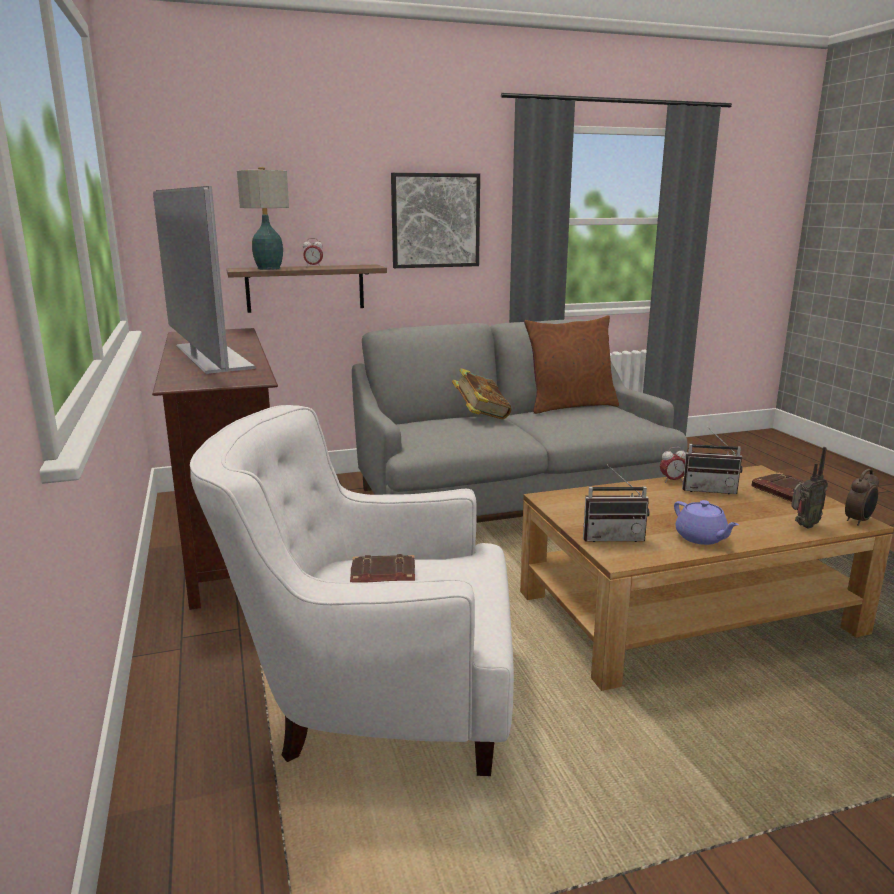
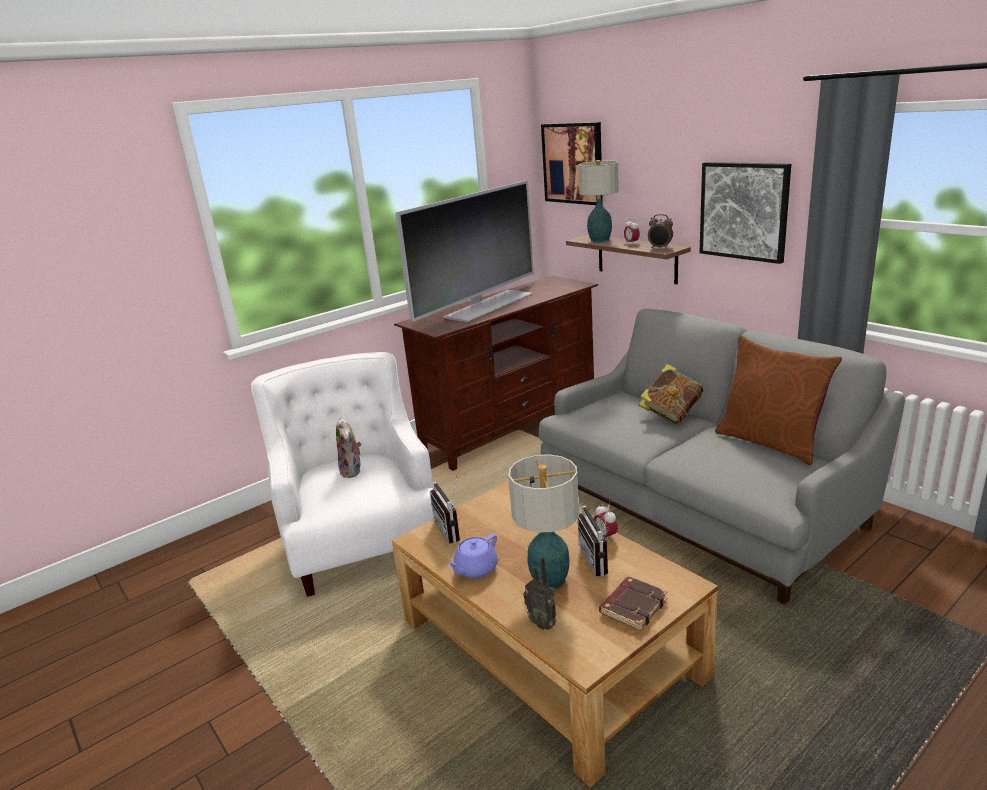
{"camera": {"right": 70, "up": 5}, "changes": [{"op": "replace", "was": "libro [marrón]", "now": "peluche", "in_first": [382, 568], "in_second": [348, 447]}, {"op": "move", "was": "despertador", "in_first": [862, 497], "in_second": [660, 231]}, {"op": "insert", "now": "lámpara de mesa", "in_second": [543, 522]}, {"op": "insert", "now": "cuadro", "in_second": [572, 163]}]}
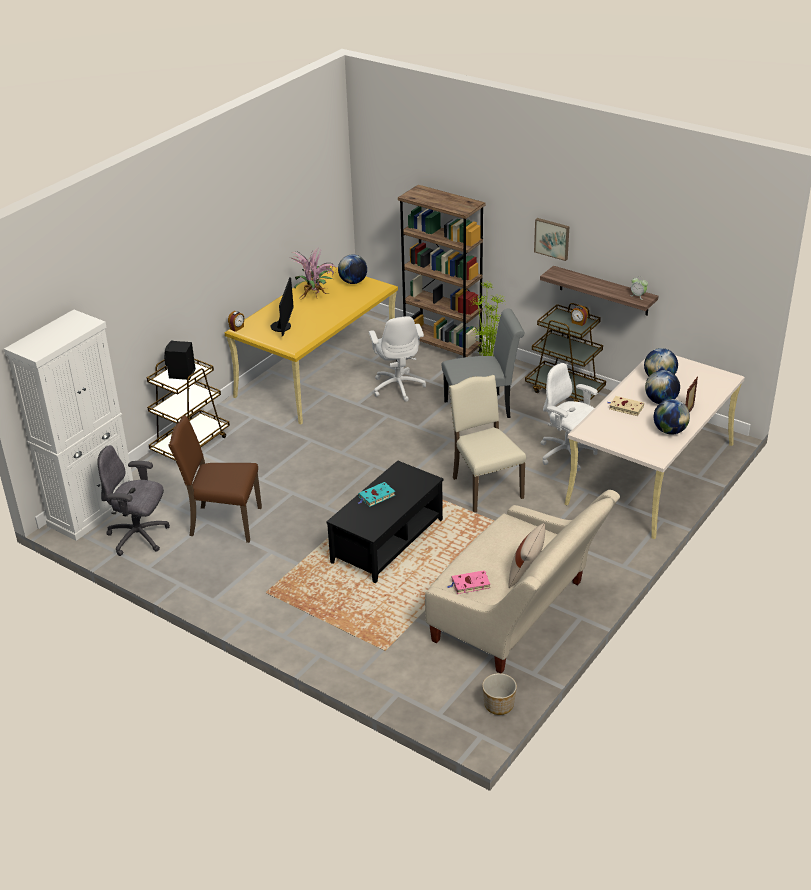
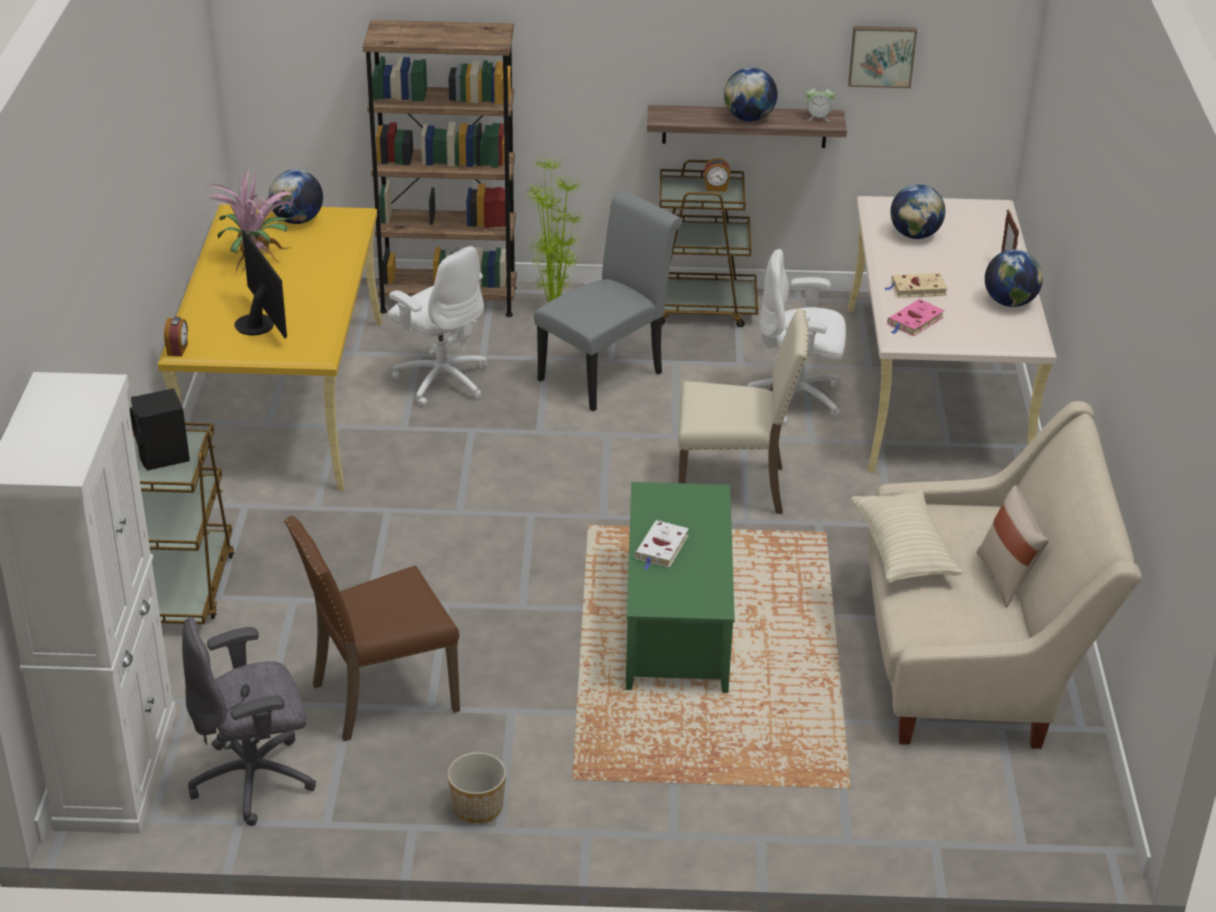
{"camera": {"right": -35, "up": 0}, "changes": [{"op": "recolor", "was": "mesa de centro [negro]", "now": "mesa de centro [verde]", "in_first": [384, 521], "in_second": [680, 587]}, {"op": "recolor", "was": "libro [turquesa]", "now": "libro [blanco]", "in_first": [376, 494], "in_second": [662, 545]}, {"op": "move", "was": "libro [rosa]", "in_first": [468, 582], "in_second": [916, 317]}, {"op": "rotate", "was": "silla [beis]", "in_first": [487, 443], "in_second": [743, 411], "clockwise": 150}, {"op": "move", "was": "maceta", "in_first": [499, 694], "in_second": [476, 787]}, {"op": "move", "was": "cuadro", "in_first": [551, 239], "in_second": [882, 57]}, {"op": "move", "was": "globo terráqueo", "in_first": [662, 387], "in_second": [750, 94]}, {"op": "insert", "now": "cojín [beis]", "in_second": [906, 537]}]}
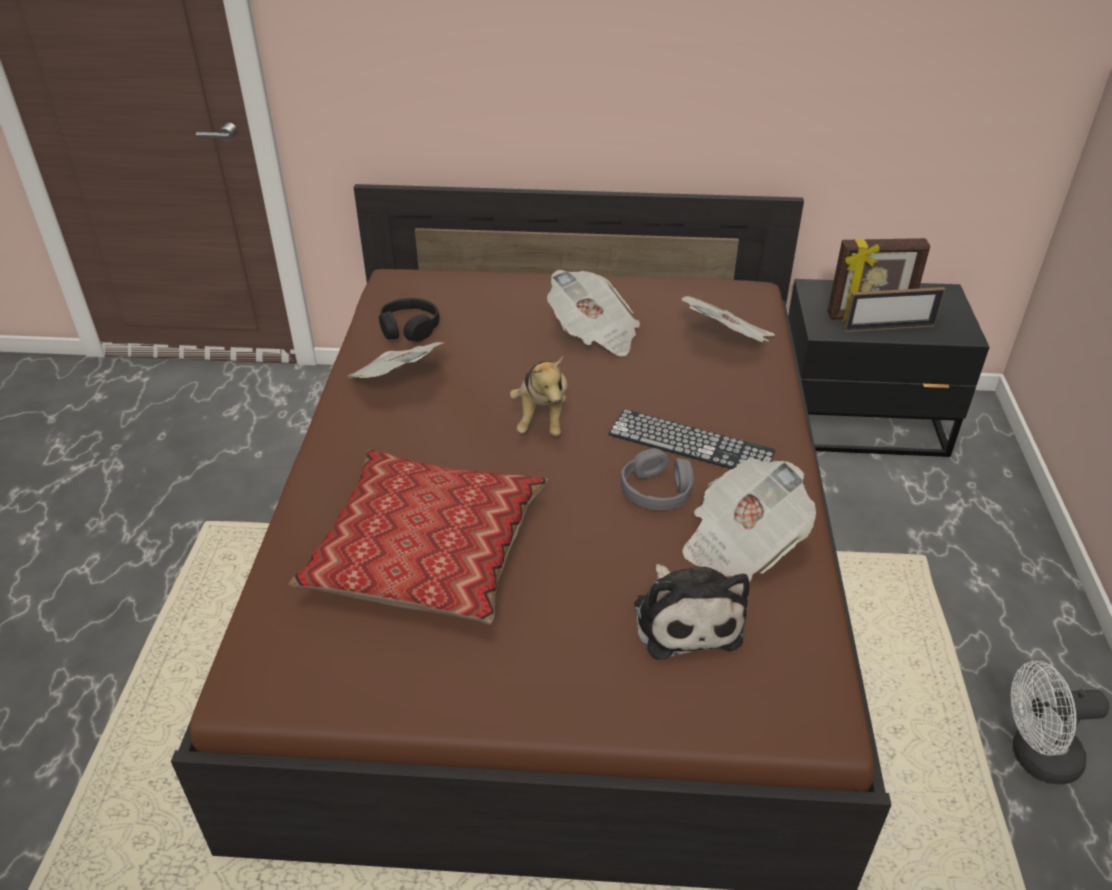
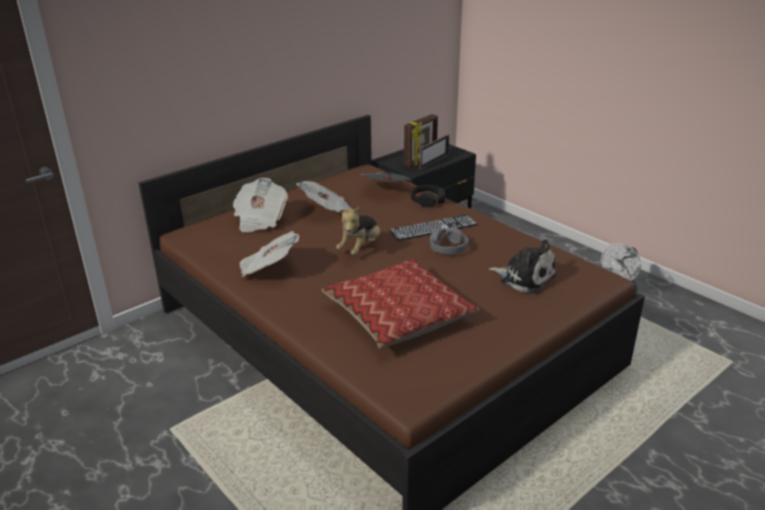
{"camera": {"right": -45, "up": -10}, "changes": [{"op": "move", "was": "auriculares [negro]", "in_first": [409, 320], "in_second": [428, 196]}, {"op": "rotate", "was": "peluche", "in_first": [538, 396], "in_second": [358, 231], "clockwise": 75}, {"op": "move", "was": "periódico", "in_first": [749, 520], "in_second": [260, 205]}]}
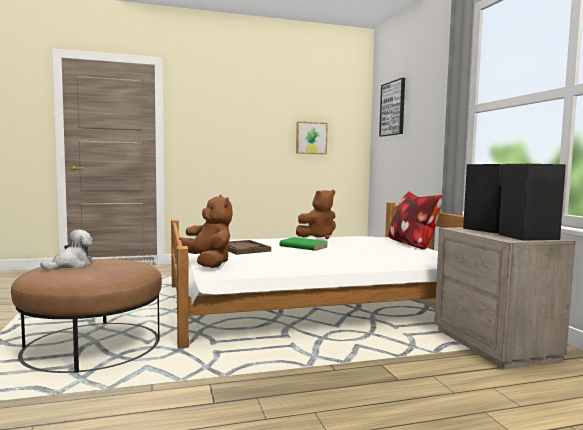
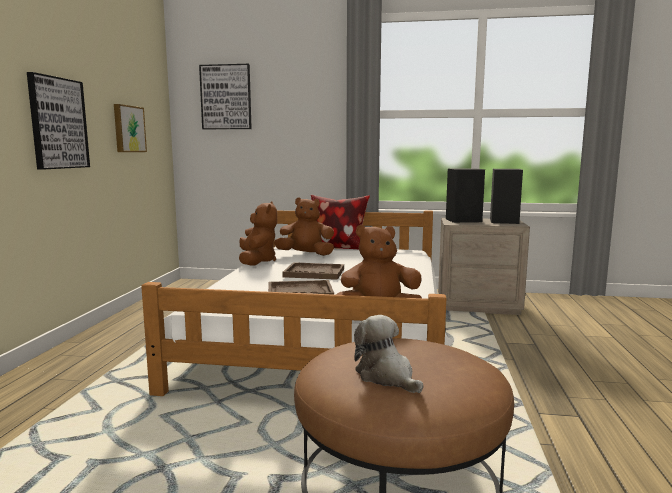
{"camera": {"right": -65, "up": 5}, "changes": [{"op": "replace", "was": "libro [verde]", "now": "bandeja [marrón]", "in_first": [303, 244], "in_second": [313, 271]}, {"op": "insert", "now": "cuadro", "in_second": [58, 121]}, {"op": "insert", "now": "peluche [marrón]", "in_second": [304, 226]}]}
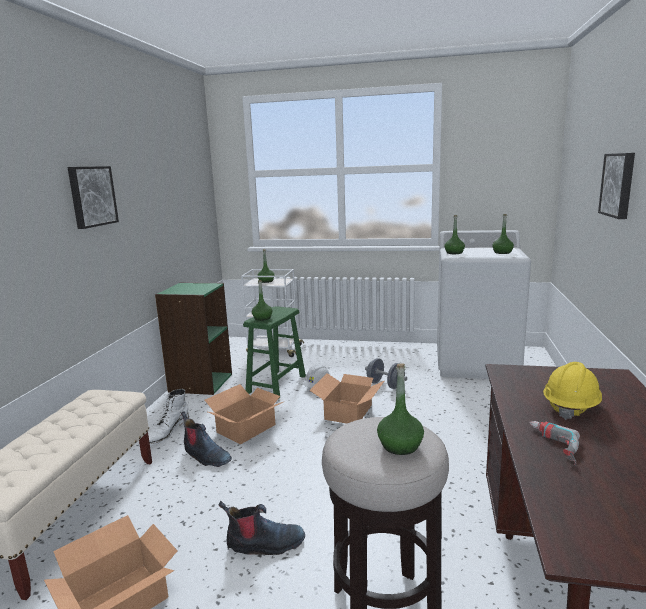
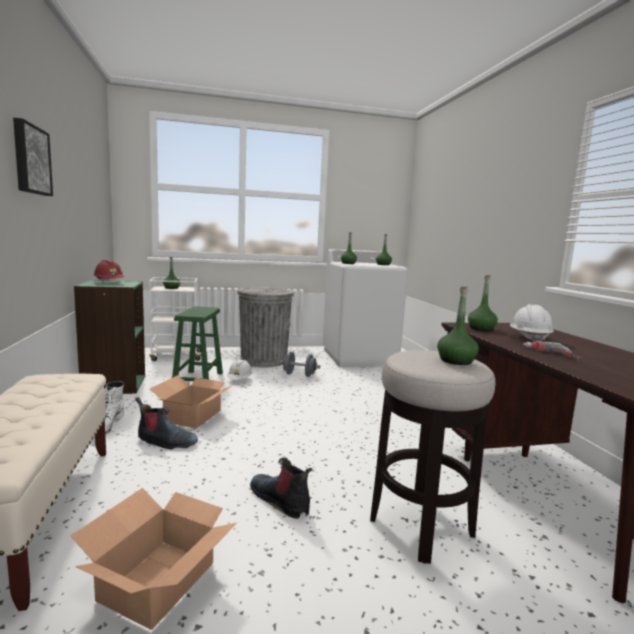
{"camera": {"right": -25, "up": -5}, "changes": [{"op": "rotate", "was": "bota", "in_first": [262, 528], "in_second": [281, 488], "clockwise": -105}, {"op": "move", "was": "botella [verde]", "in_first": [262, 300], "in_second": [483, 303]}, {"op": "delete", "was": "caja de cartón", "in_first": [346, 398]}, {"op": "recolor", "was": "casco [amarillo]", "now": "casco [blanco]", "in_first": [572, 391], "in_second": [532, 323]}, {"op": "delete", "was": "cuadro", "in_first": [616, 186]}, {"op": "insert", "now": "casco [rojo]", "in_second": [109, 270]}, {"op": "insert", "now": "papelera [gris]", "in_second": [265, 327]}]}
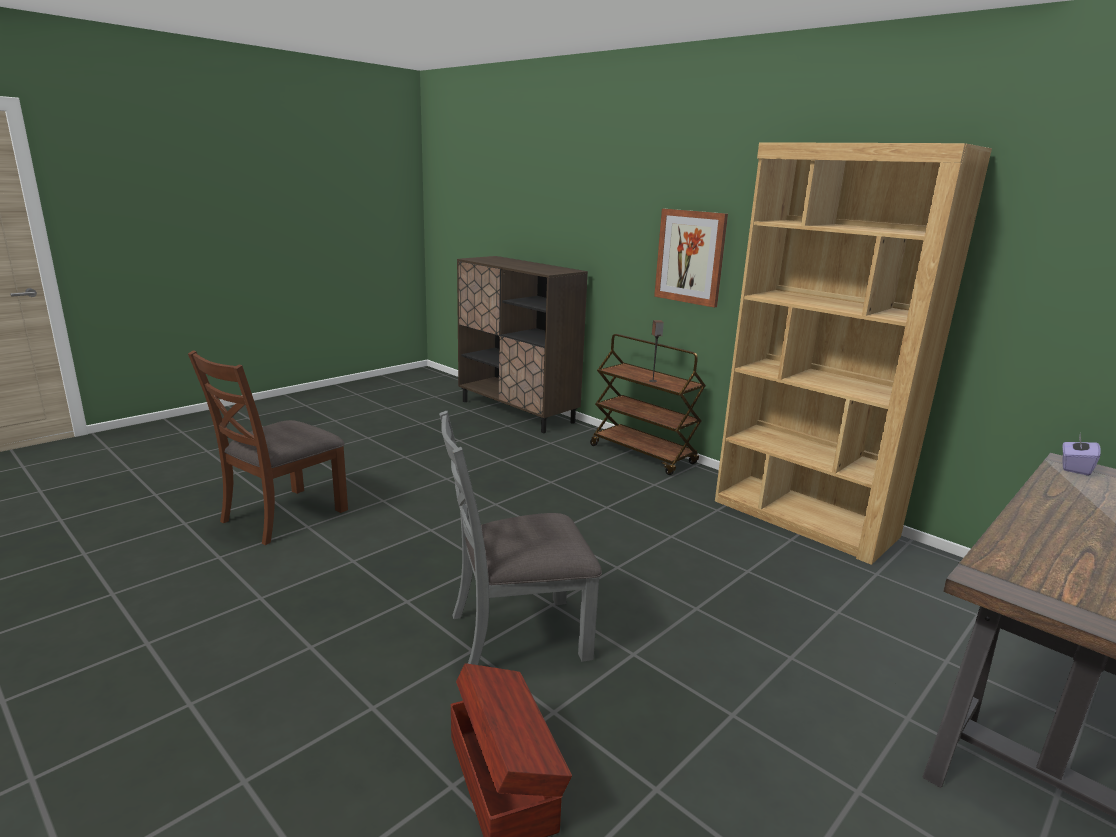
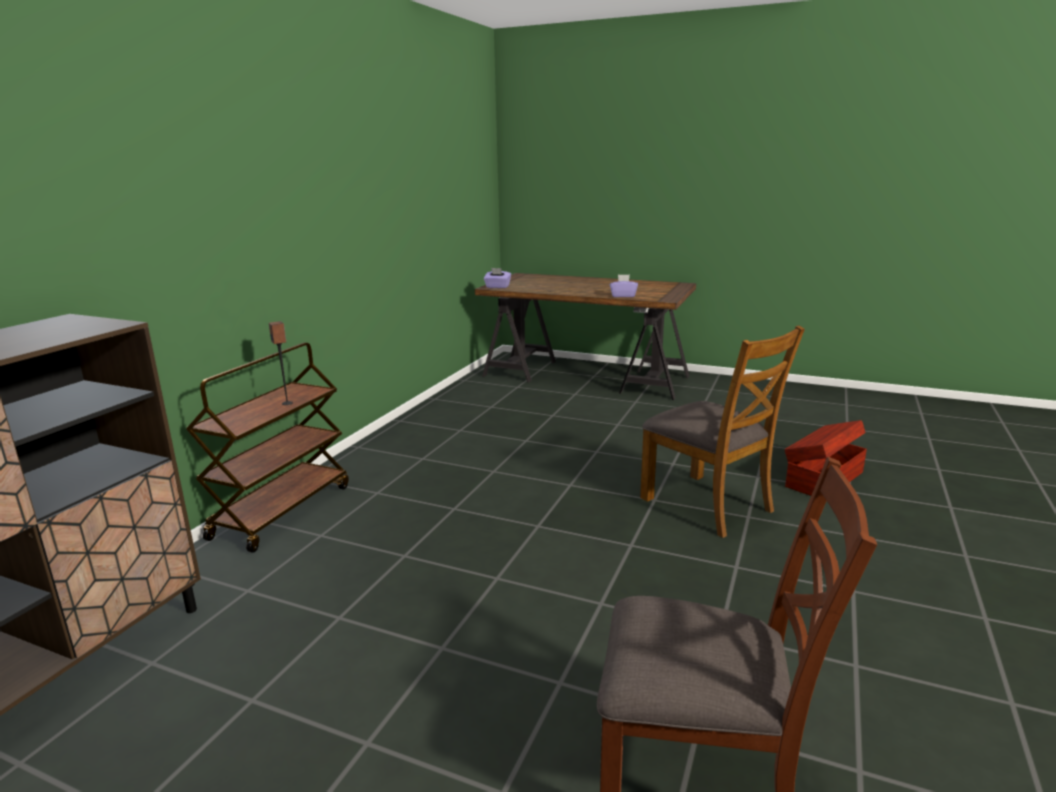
{"camera": {"right": -110, "up": 0}, "changes": [{"op": "recolor", "was": "silla [gris]", "now": "silla [marrón]", "in_first": [520, 538], "in_second": [722, 431]}, {"op": "delete", "was": "cuadro", "in_first": [691, 258]}, {"op": "delete", "was": "estantería [marrón]", "in_first": [853, 353]}, {"op": "insert", "now": "caja de pañuelos [morado]", "in_second": [624, 285]}]}
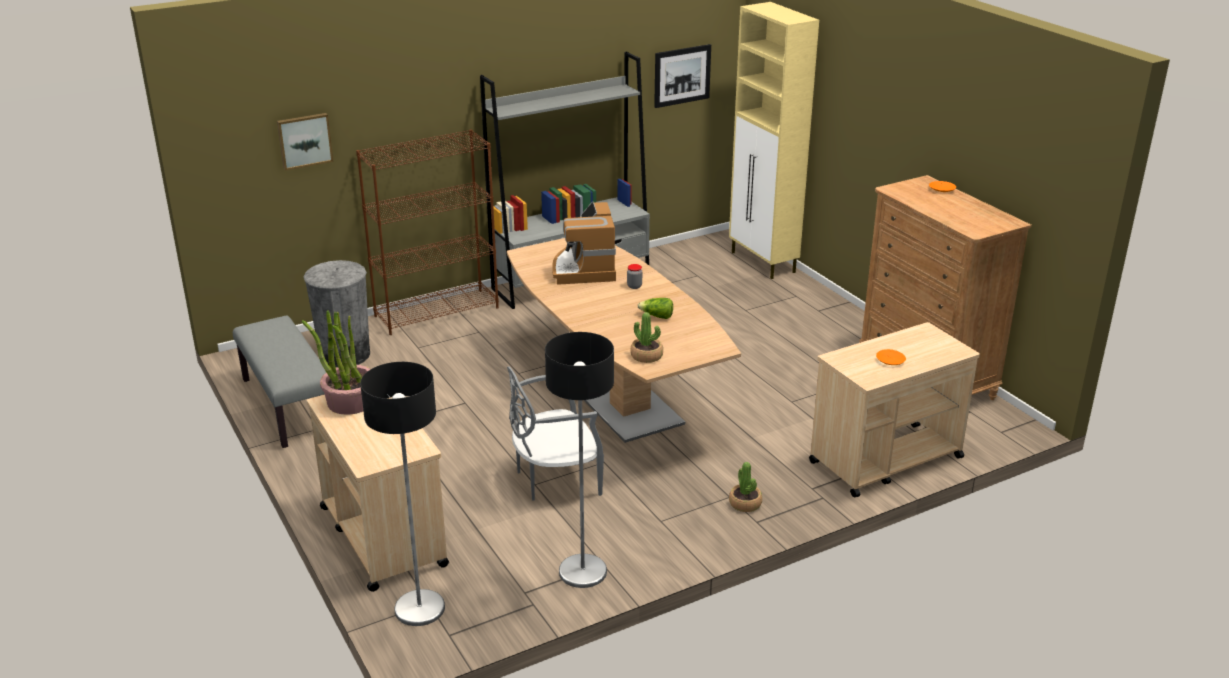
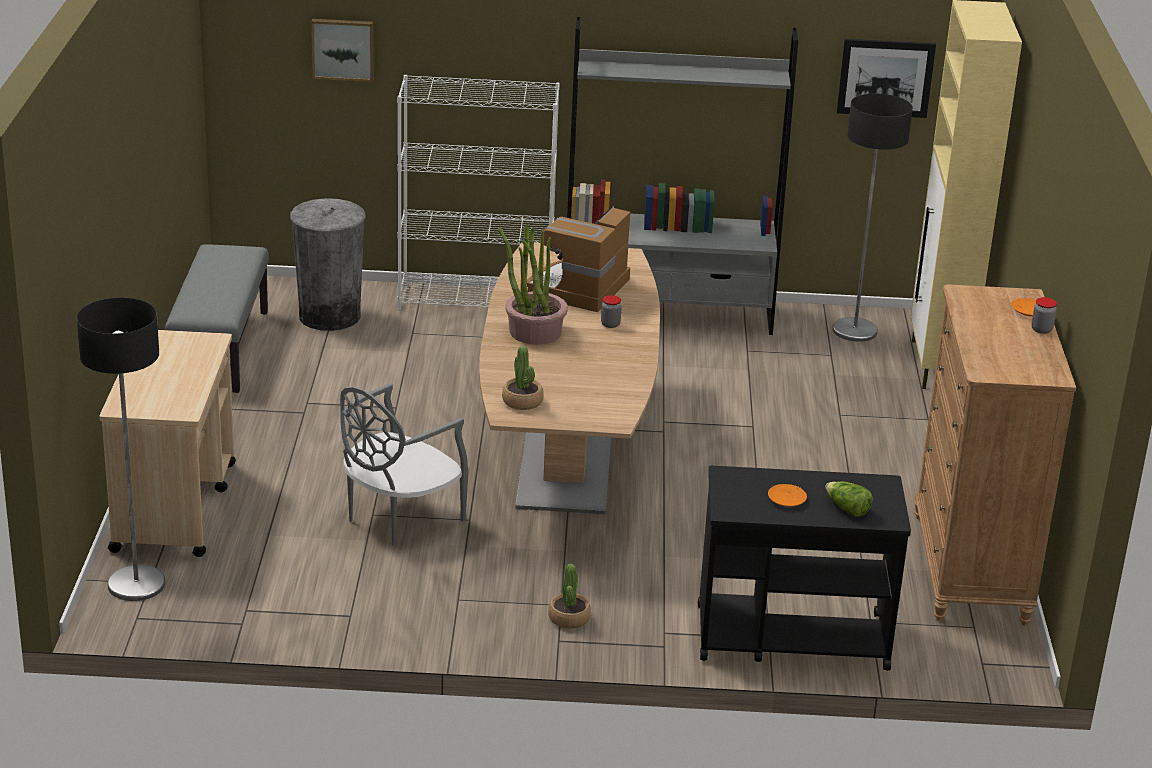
{"camera": {"right": 30, "up": 0}, "changes": [{"op": "move", "was": "planta en maceta", "in_first": [336, 362], "in_second": [533, 284]}, {"op": "recolor", "was": "estantería [marrón]", "now": "estantería [blanco]", "in_first": [427, 232], "in_second": [478, 192]}, {"op": "rotate", "was": "silla [gris]", "in_first": [555, 434], "in_second": [404, 464], "clockwise": -60}, {"op": "move", "was": "lámpara de pie", "in_first": [579, 460], "in_second": [872, 217]}, {"op": "move", "was": "lechuga", "in_first": [655, 308], "in_second": [849, 499]}, {"op": "recolor", "was": "carrito [beis]", "now": "carrito [negro]", "in_first": [894, 409], "in_second": [804, 568]}, {"op": "insert", "now": "tarro", "in_second": [1044, 315]}]}
